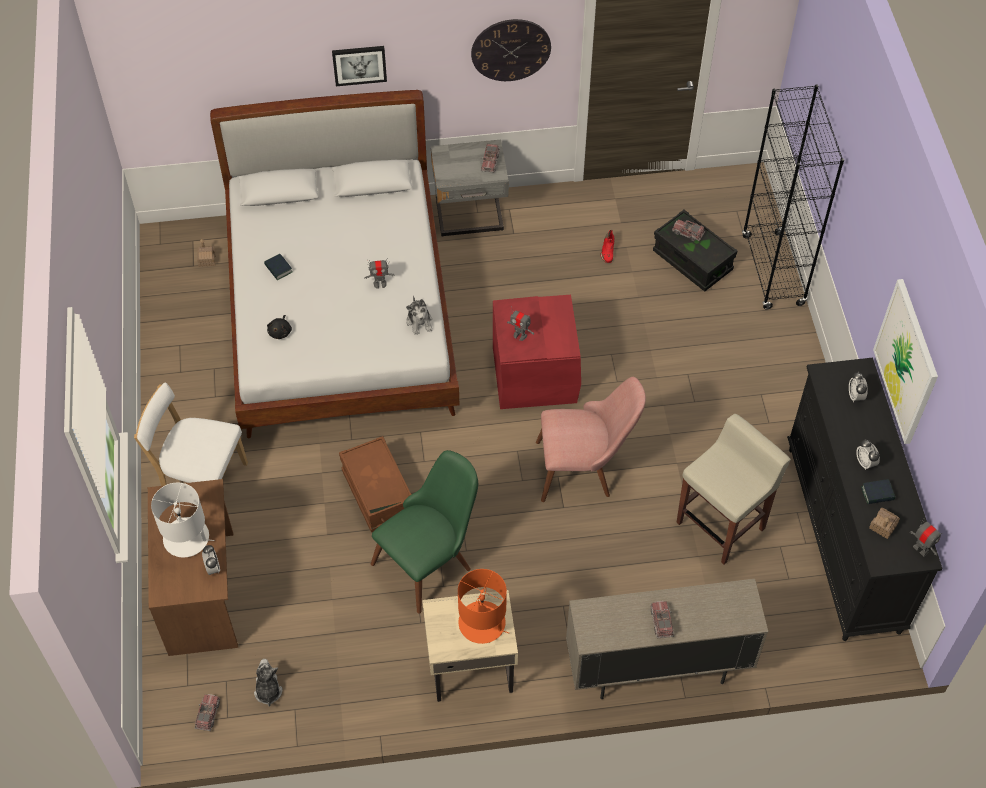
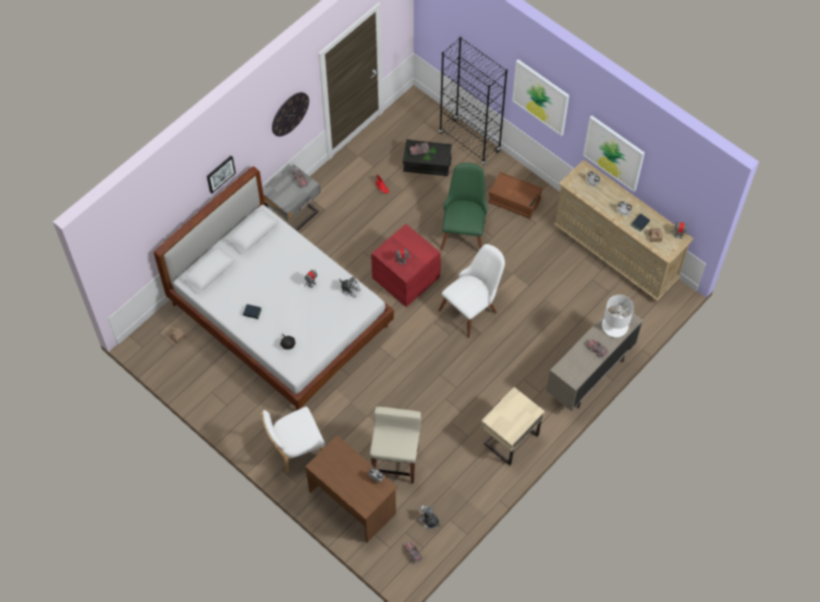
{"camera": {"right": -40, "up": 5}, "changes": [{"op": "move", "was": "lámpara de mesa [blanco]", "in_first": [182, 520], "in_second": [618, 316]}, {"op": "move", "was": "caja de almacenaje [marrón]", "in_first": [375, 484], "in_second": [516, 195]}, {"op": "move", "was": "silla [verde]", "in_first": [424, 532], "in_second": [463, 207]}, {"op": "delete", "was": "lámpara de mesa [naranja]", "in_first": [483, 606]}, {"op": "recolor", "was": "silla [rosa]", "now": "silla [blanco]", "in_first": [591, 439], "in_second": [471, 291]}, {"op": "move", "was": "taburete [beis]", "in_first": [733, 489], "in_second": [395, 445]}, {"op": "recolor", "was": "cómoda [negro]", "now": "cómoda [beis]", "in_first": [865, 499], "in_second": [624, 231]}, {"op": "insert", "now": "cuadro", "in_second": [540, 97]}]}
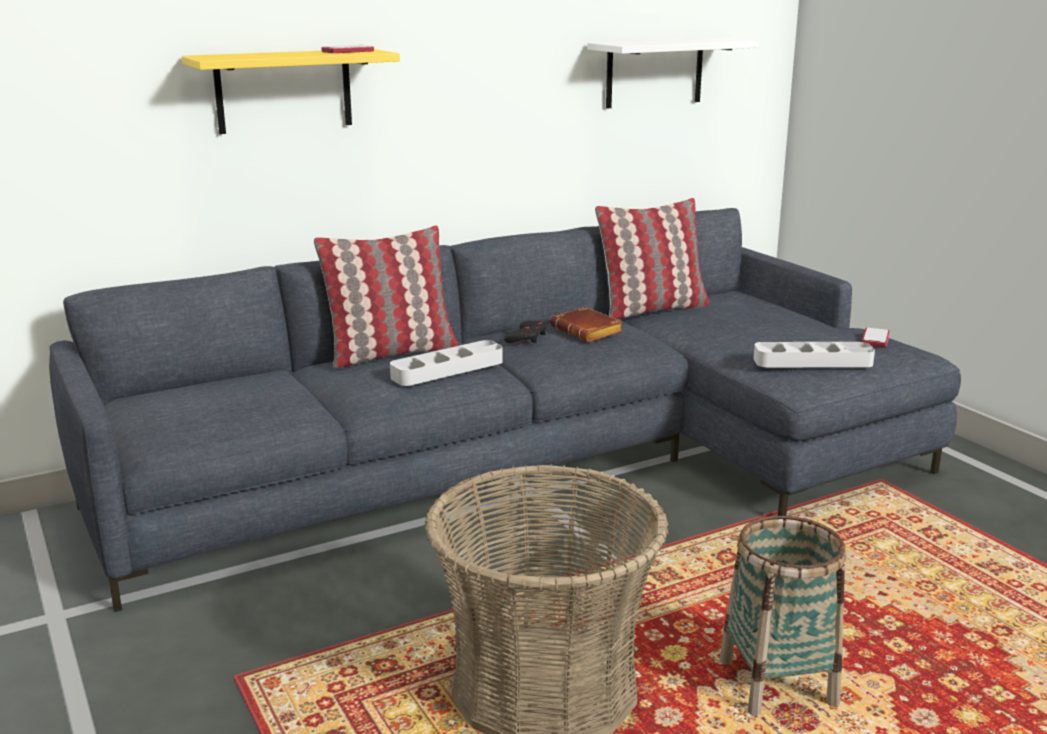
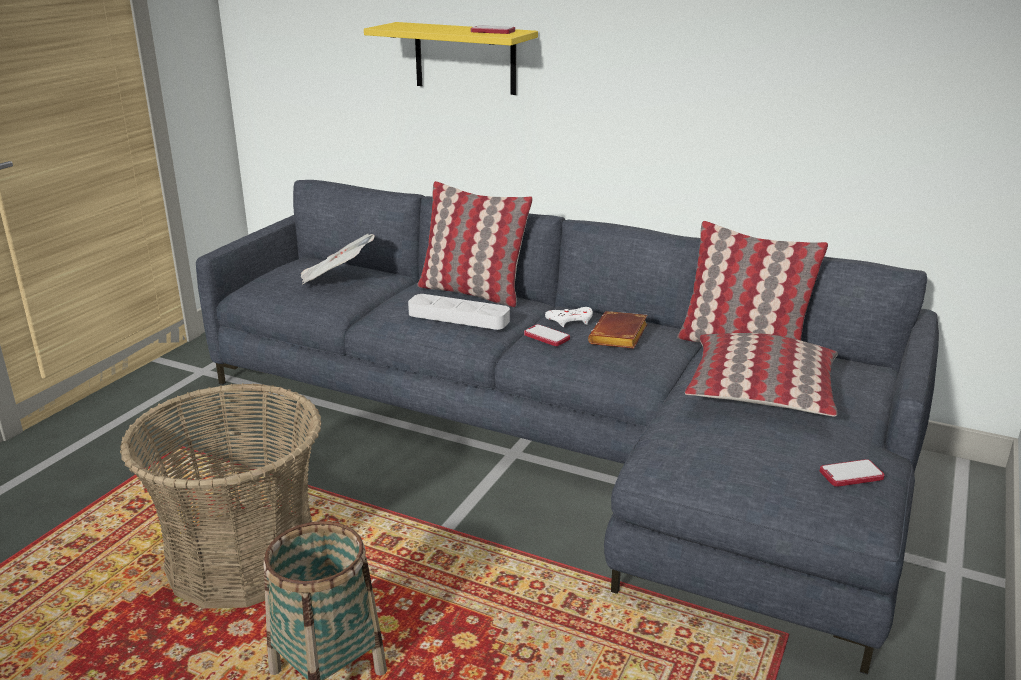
{"camera": {"right": 55, "up": 5}, "changes": [{"op": "recolor", "was": "mando de consola [negro]", "now": "mando de consola [blanco]", "in_first": [525, 331], "in_second": [569, 317]}, {"op": "delete", "was": "estante [blanco]", "in_first": [673, 73]}, {"op": "delete", "was": "bandeja [gris]", "in_first": [814, 354]}, {"op": "insert", "now": "periódico", "in_second": [338, 259]}, {"op": "insert", "now": "móvil", "in_second": [547, 335]}, {"op": "insert", "now": "cojín", "in_second": [761, 375]}]}
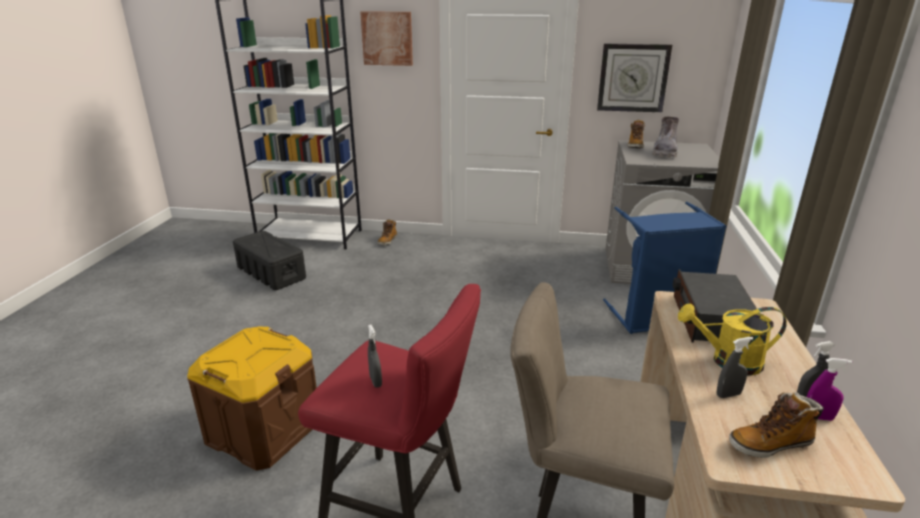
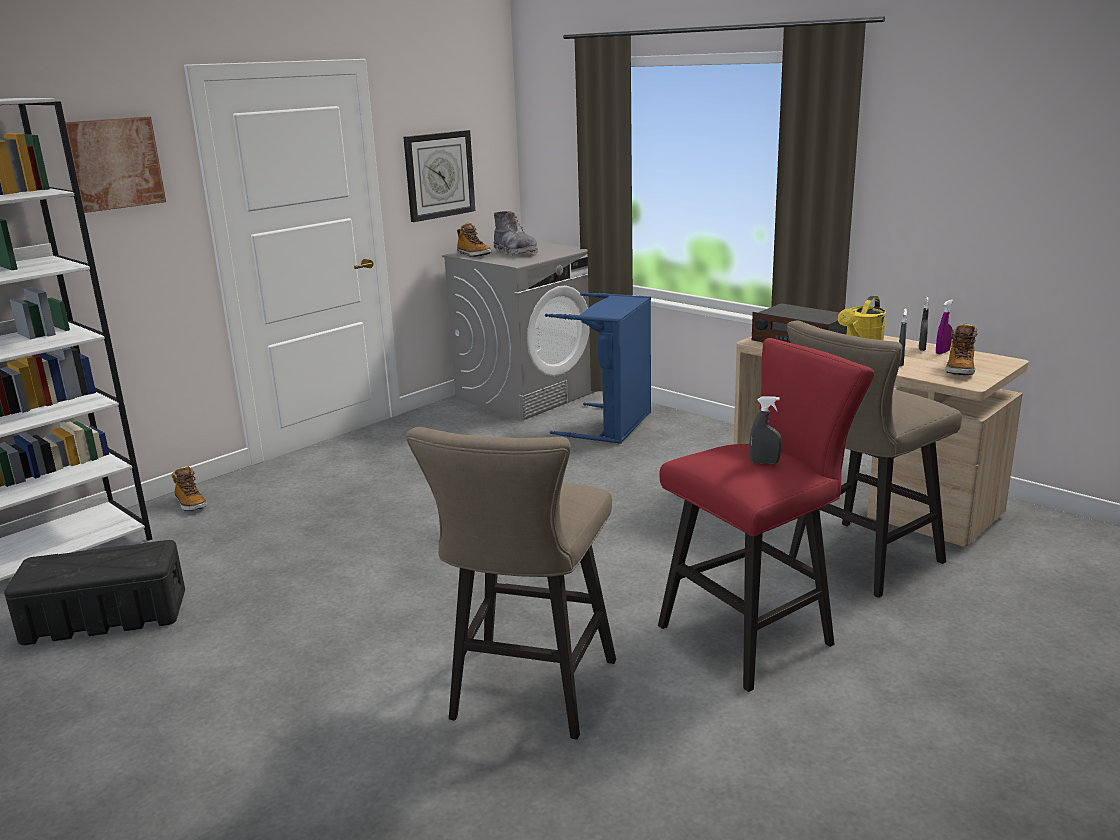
{"camera": {"right": -55, "up": -5}, "changes": [{"op": "replace", "was": "caja de almacenaje [marrón]", "now": "taburete [beis]", "in_first": [252, 399], "in_second": [511, 583]}]}
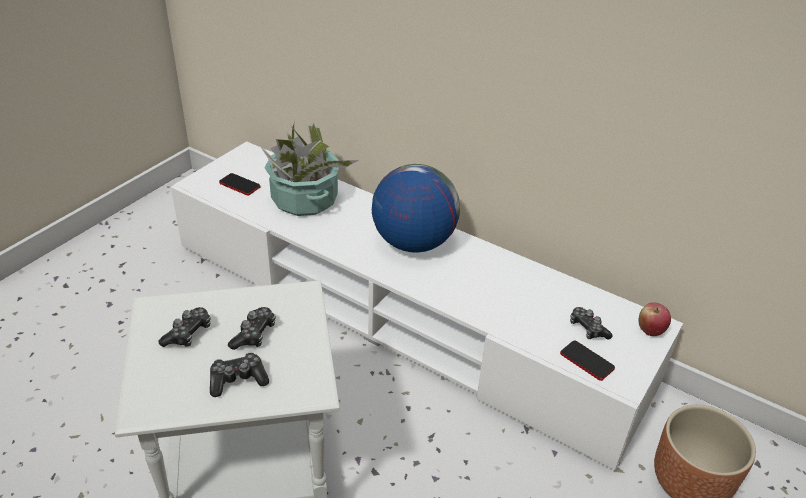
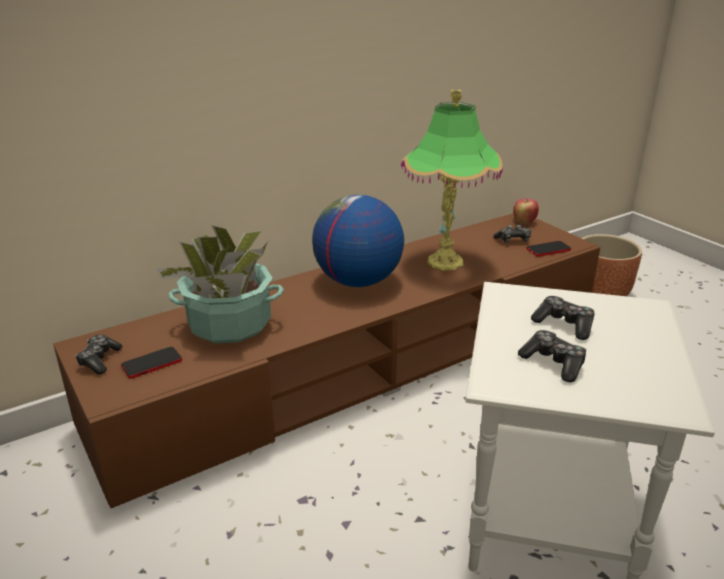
{"camera": {"right": -65, "up": -10}, "changes": [{"op": "recolor", "was": "mueble de televisión [blanco]", "now": "mueble de televisión [marrón]", "in_first": [427, 305], "in_second": [326, 360]}, {"op": "move", "was": "mando de consola", "in_first": [239, 374], "in_second": [98, 354]}, {"op": "insert", "now": "lámpara de mesa", "in_second": [452, 180]}]}
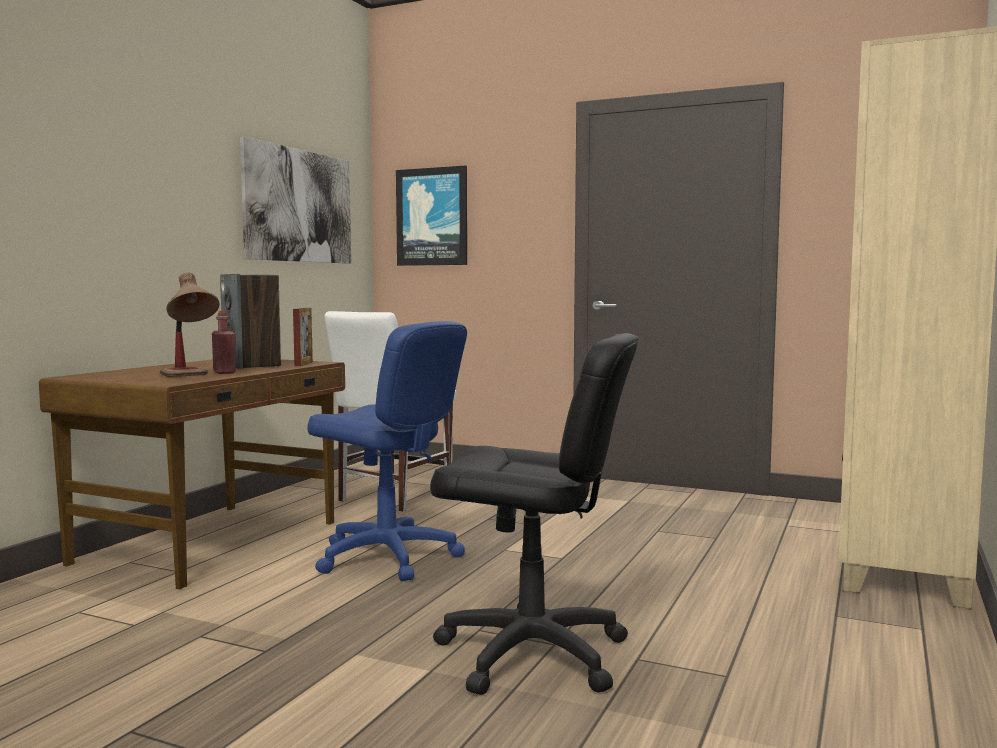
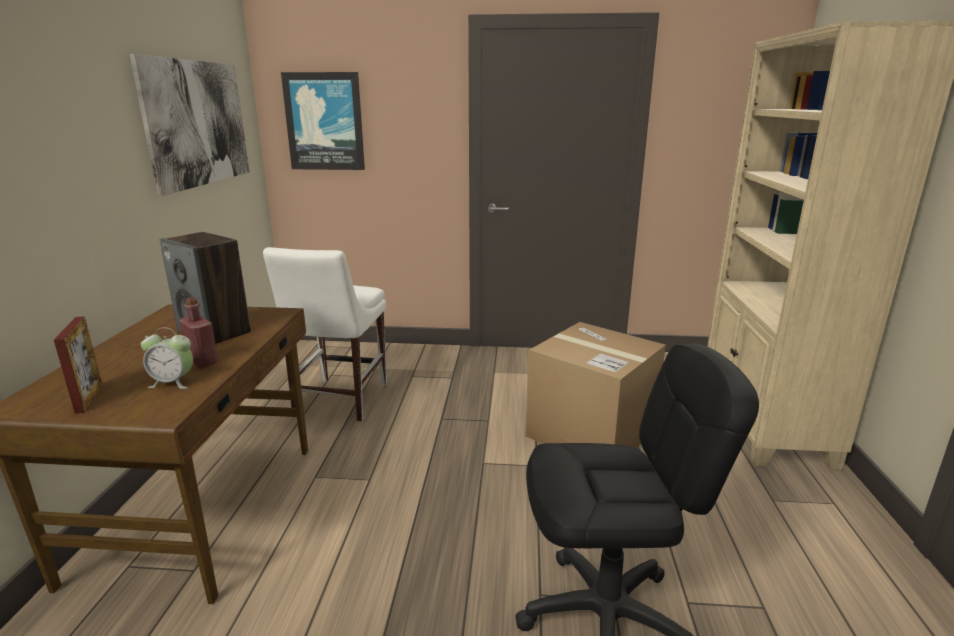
{"camera": {"right": -20, "up": 15}, "changes": [{"op": "replace", "was": "lámpara de mesa", "now": "despertador", "in_first": [190, 325], "in_second": [167, 358]}, {"op": "move", "was": "portarretratos", "in_first": [303, 337], "in_second": [78, 365]}, {"op": "delete", "was": "silla de oficina [azul]", "in_first": [387, 451]}, {"op": "insert", "now": "caja de cartón", "in_second": [595, 385]}]}
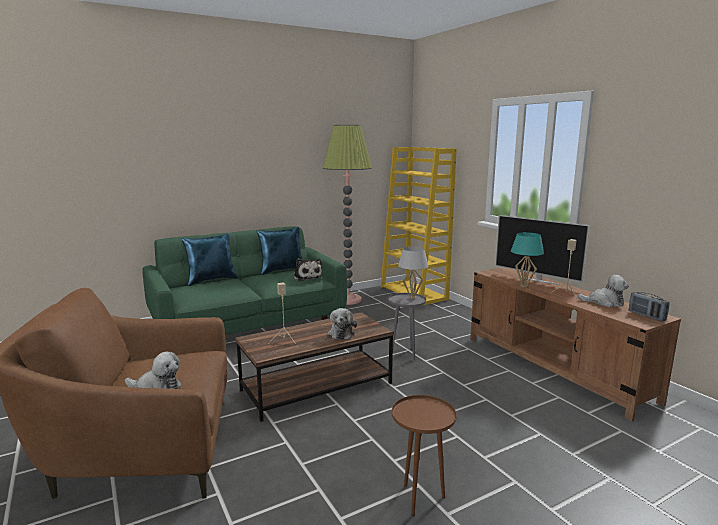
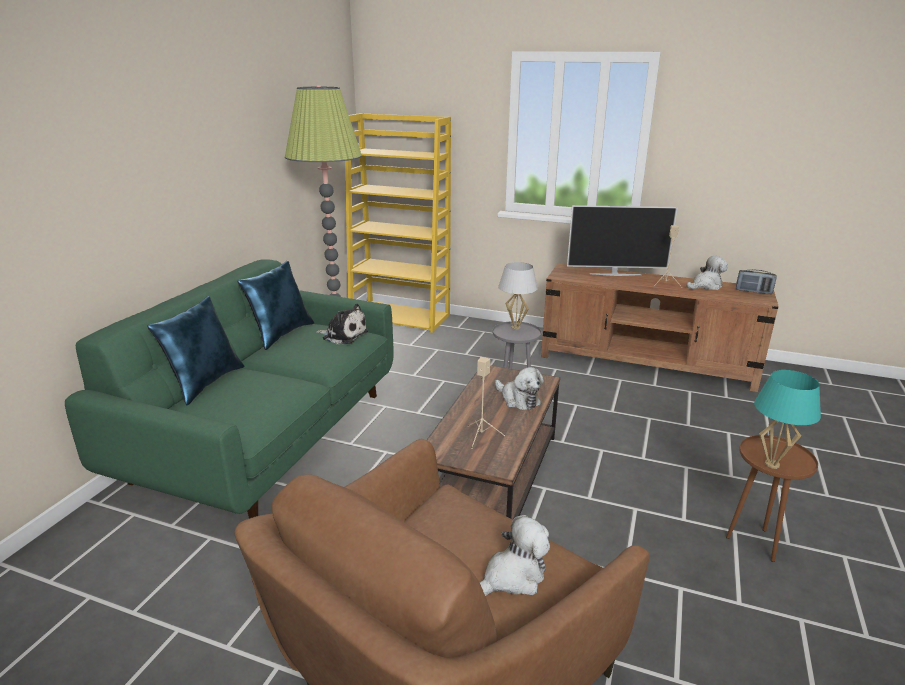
{"camera": {"right": -40, "up": 10}, "changes": [{"op": "move", "was": "lámpara de mesa [turquesa]", "in_first": [527, 259], "in_second": [787, 419]}]}
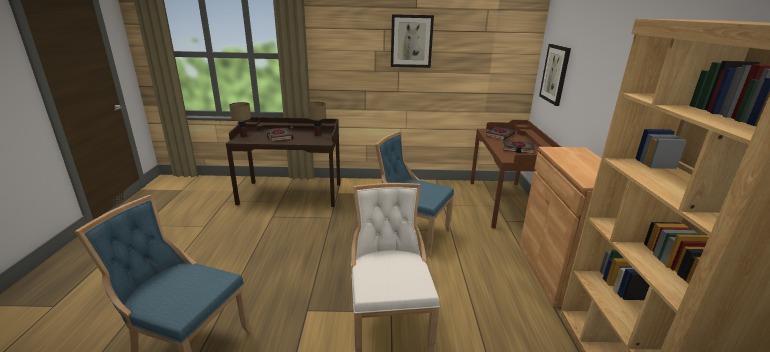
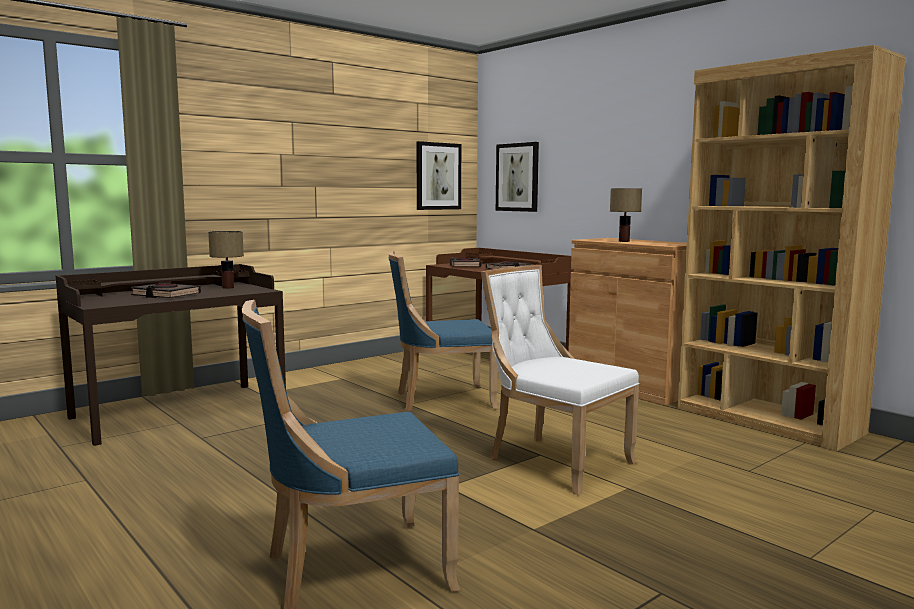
{"camera": {"right": -40, "up": -15}, "changes": [{"op": "move", "was": "lámpara de mesa", "in_first": [240, 119], "in_second": [626, 215]}, {"op": "move", "was": "cuadro", "in_first": [412, 41], "in_second": [438, 175]}]}
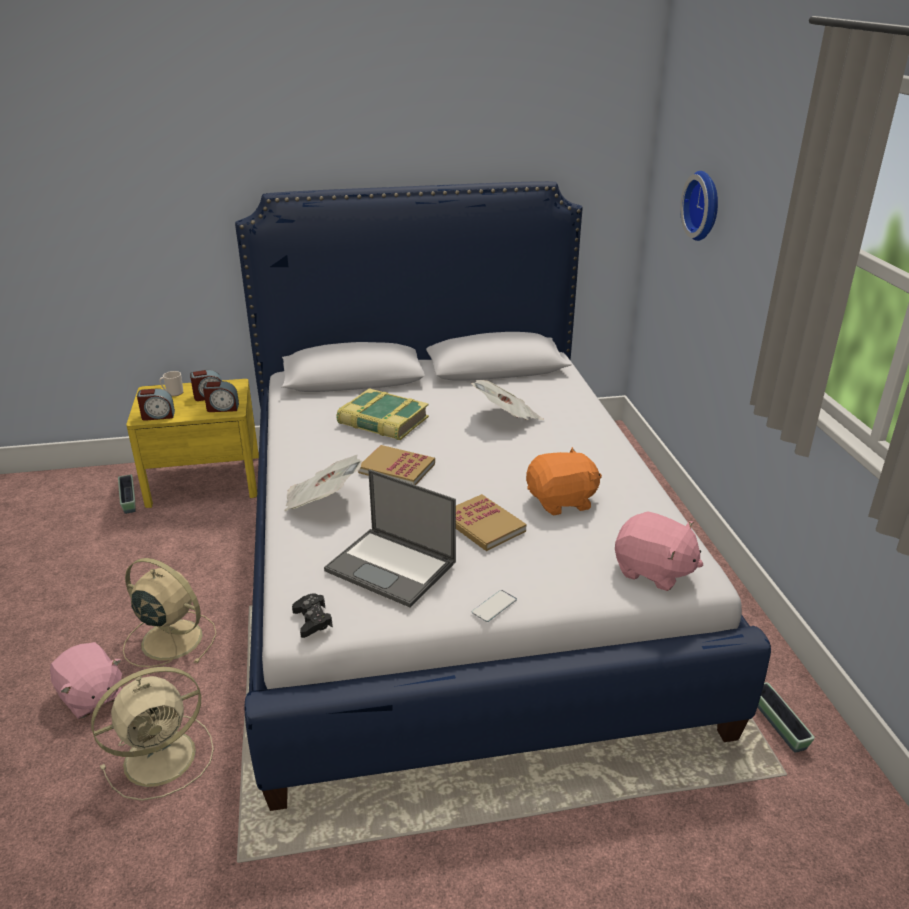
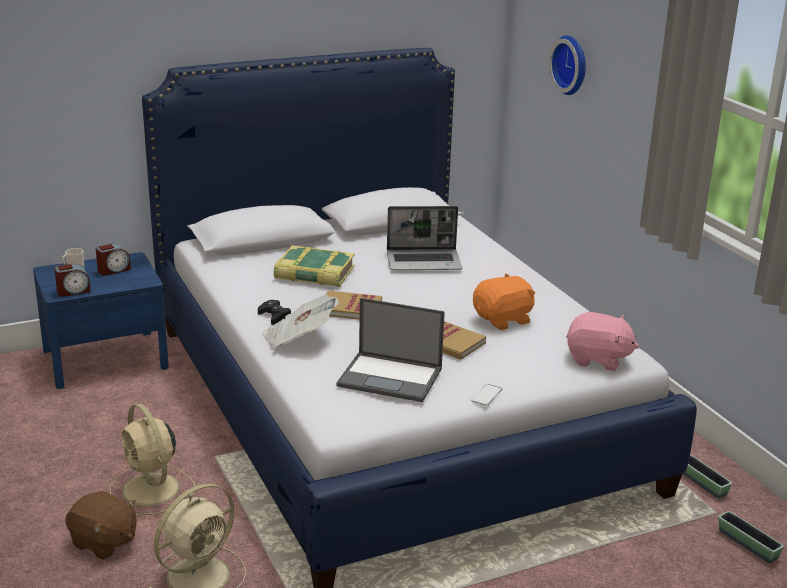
{"camera": {"right": -15, "up": -5}, "changes": [{"op": "recolor", "was": "peluche [rosa]", "now": "peluche [marrón]", "in_first": [86, 680], "in_second": [101, 525]}, {"op": "move", "was": "maceta", "in_first": [127, 494], "in_second": [751, 537]}, {"op": "rotate", "was": "ventilador [beis]", "in_first": [170, 612], "in_second": [152, 459], "clockwise": -135}, {"op": "recolor", "was": "mesita de noche [amarillo]", "now": "mesita de noche [azul]", "in_first": [192, 443], "in_second": [101, 320]}, {"op": "delete", "was": "despertador", "in_first": [221, 396]}, {"op": "move", "was": "mando de consola [negro]", "in_first": [312, 616], "in_second": [274, 312]}, {"op": "replace", "was": "periódico", "now": "portátil", "in_first": [507, 400], "in_second": [424, 238]}]}
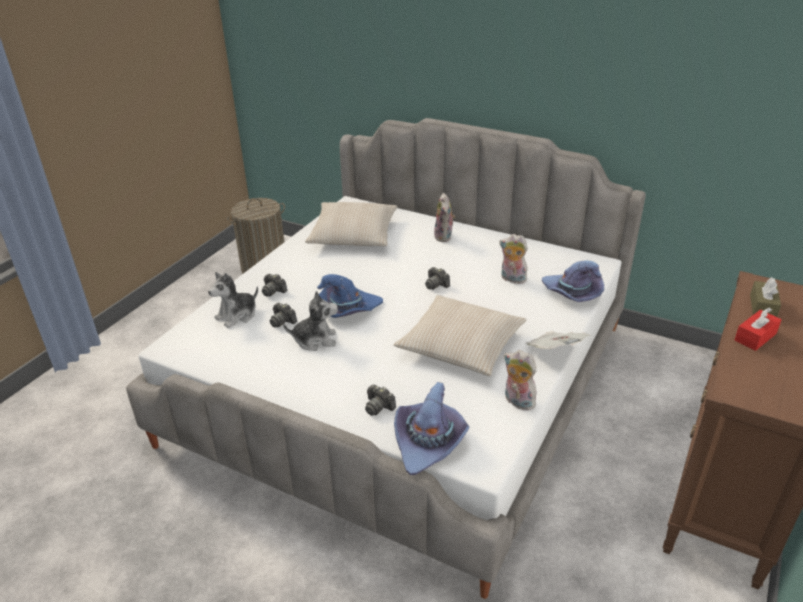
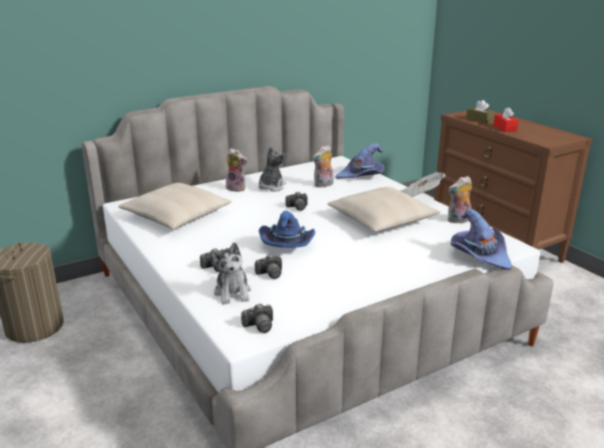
{"camera": {"right": -60, "up": -10}, "changes": [{"op": "move", "was": "peluche", "in_first": [310, 321], "in_second": [272, 169]}, {"op": "move", "was": "cámara", "in_first": [380, 400], "in_second": [257, 318]}]}
